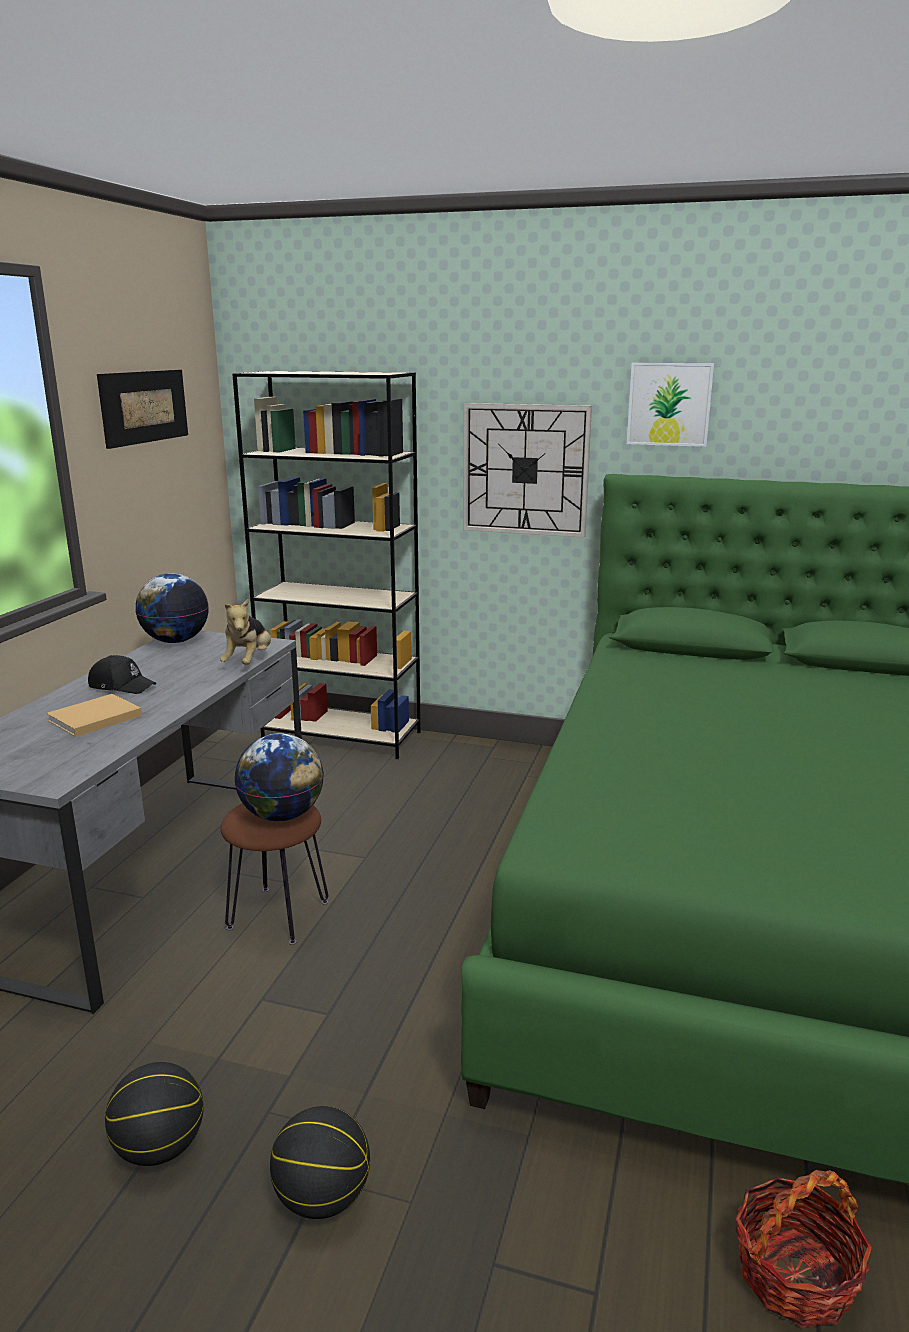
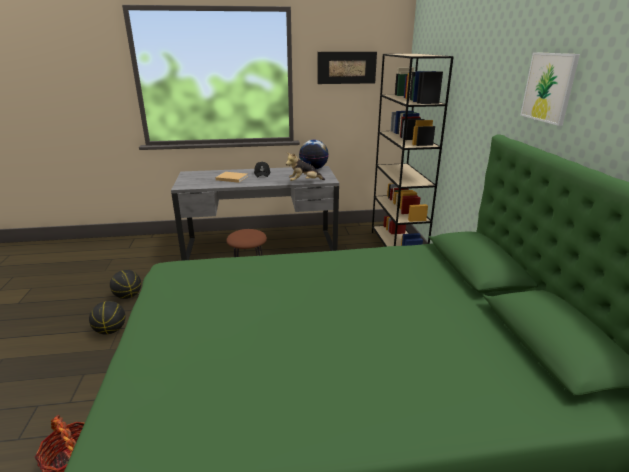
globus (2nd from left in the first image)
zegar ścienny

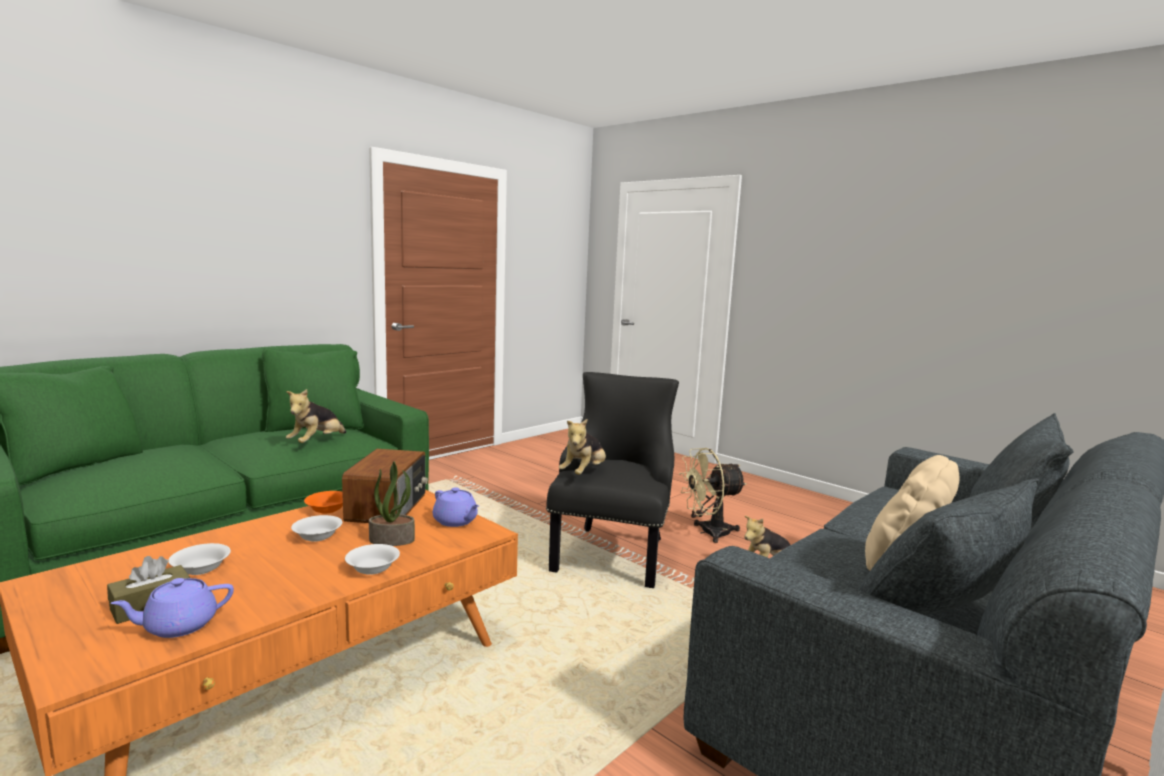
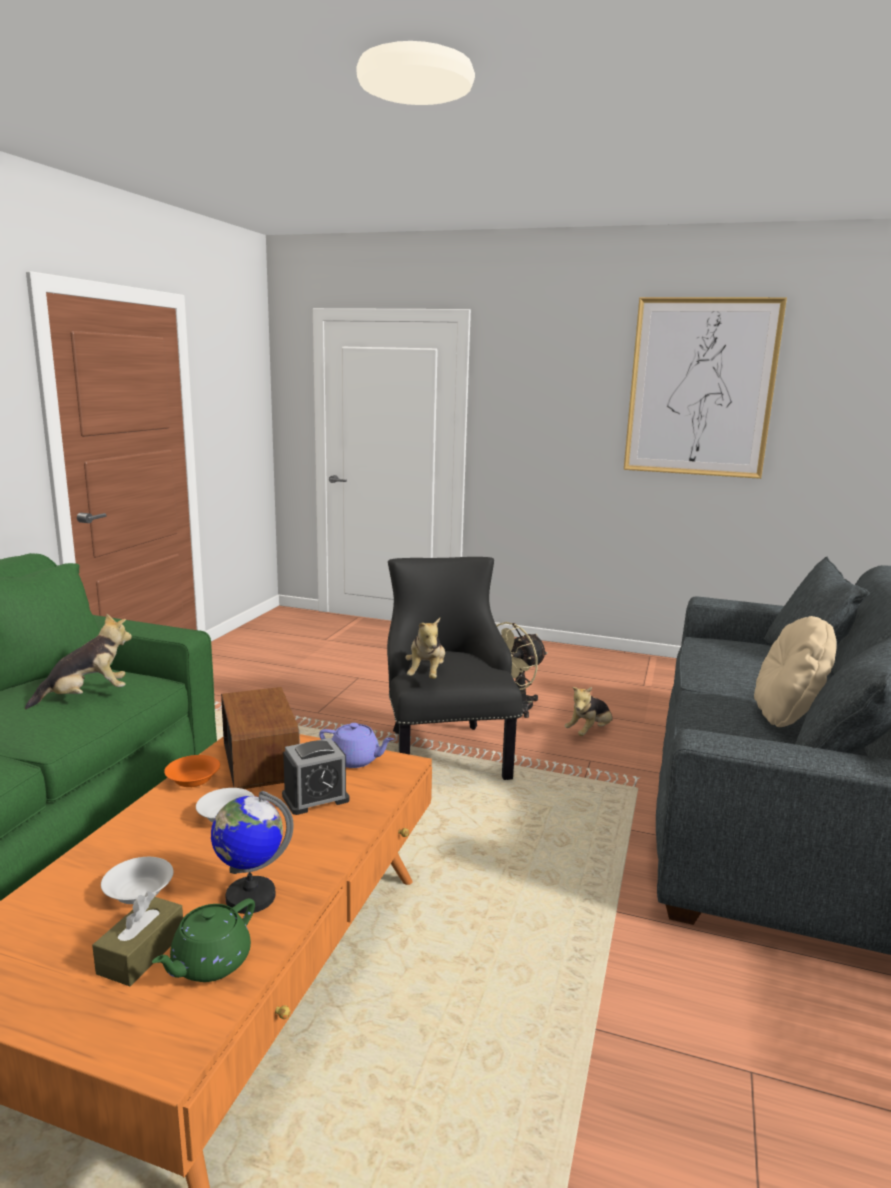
miska (biały) (3rd from left in the first image)
globus
obraz
budzik
imbryk (zielony)
pluszak (1st from left)

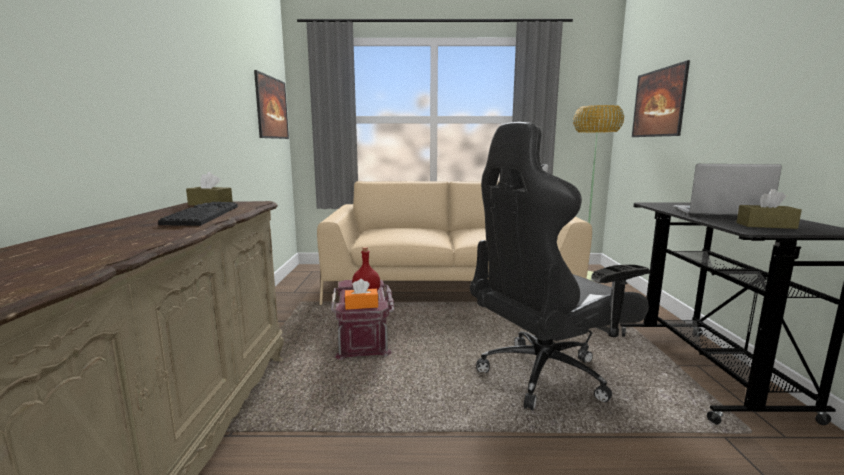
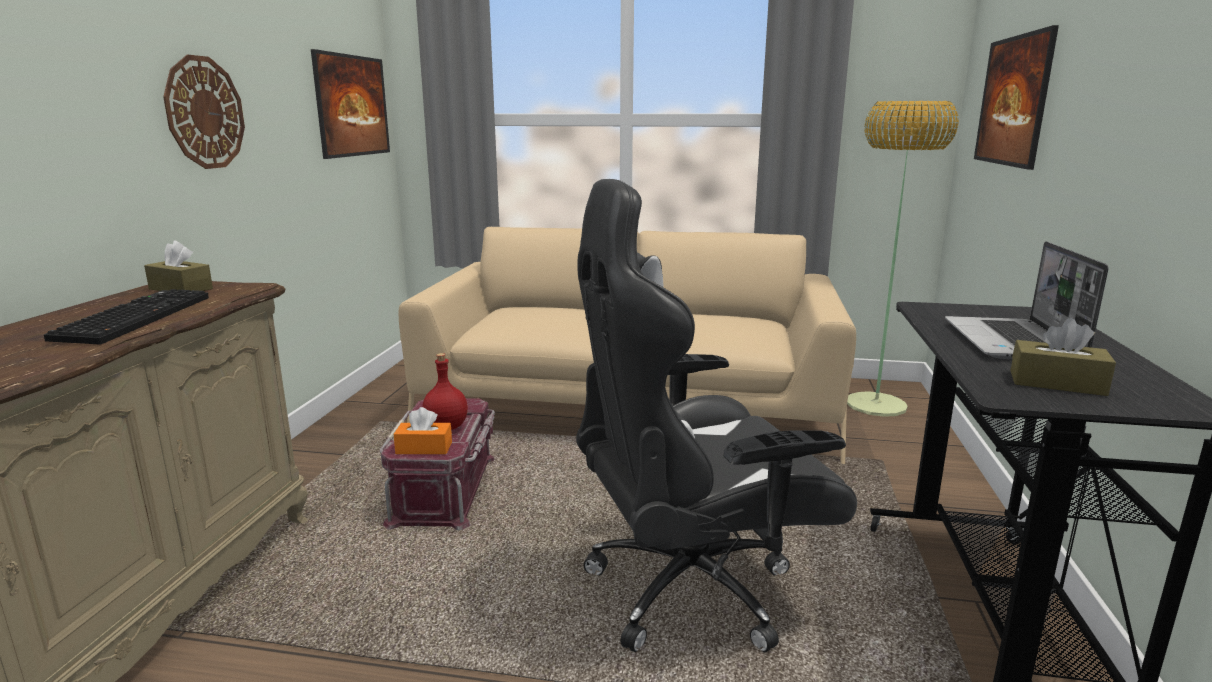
zegar ścienny
laptop

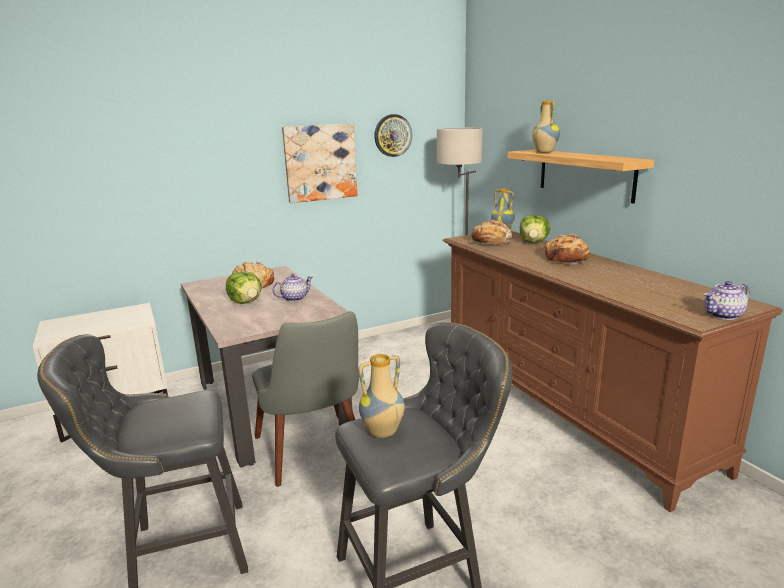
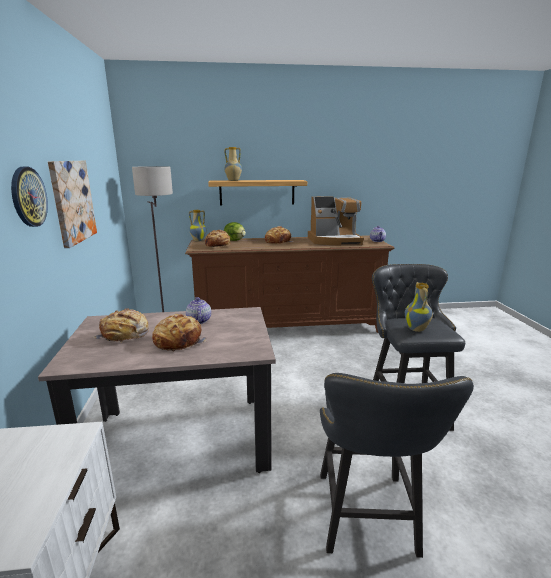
krzesło (szary)
ekspres do kawy
zegar ścienny
chleb (2nd from left)

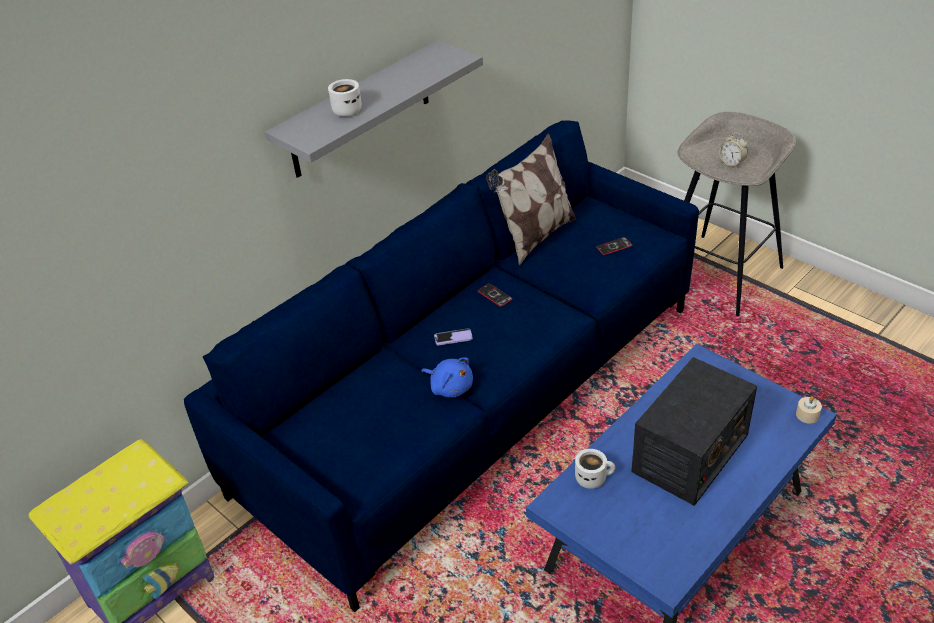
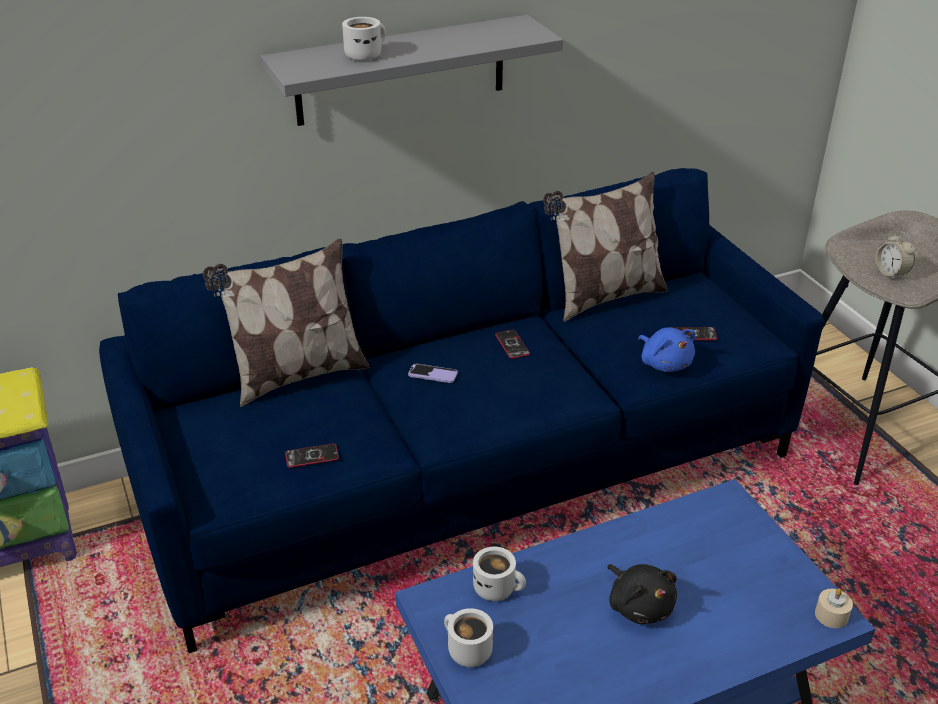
poduszka (1st from left)
telefon (1st from left)
kubek (biały) (2nd from left)
pluszak (niebieski)
pluszak (czarny)

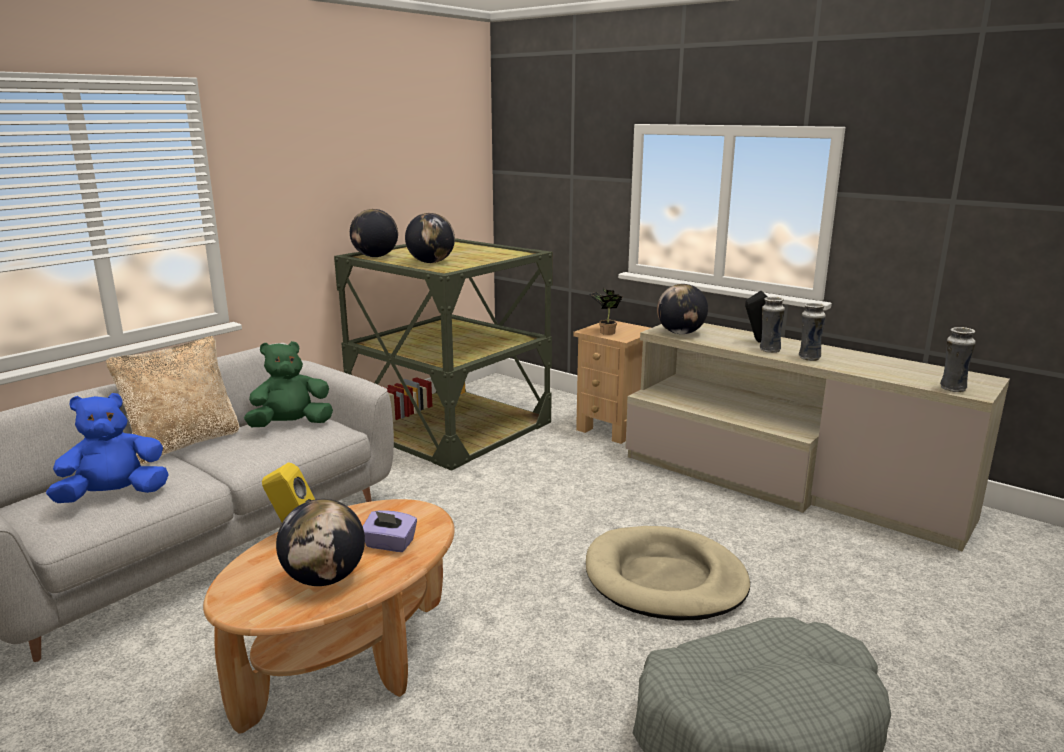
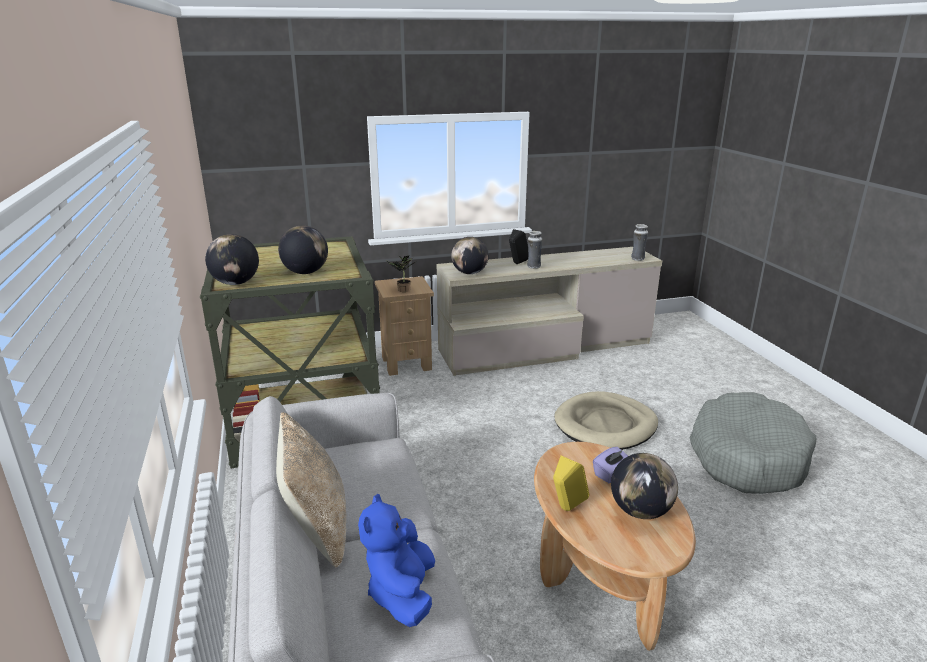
pluszak (zielony)
wazon (2nd from left in the first image)

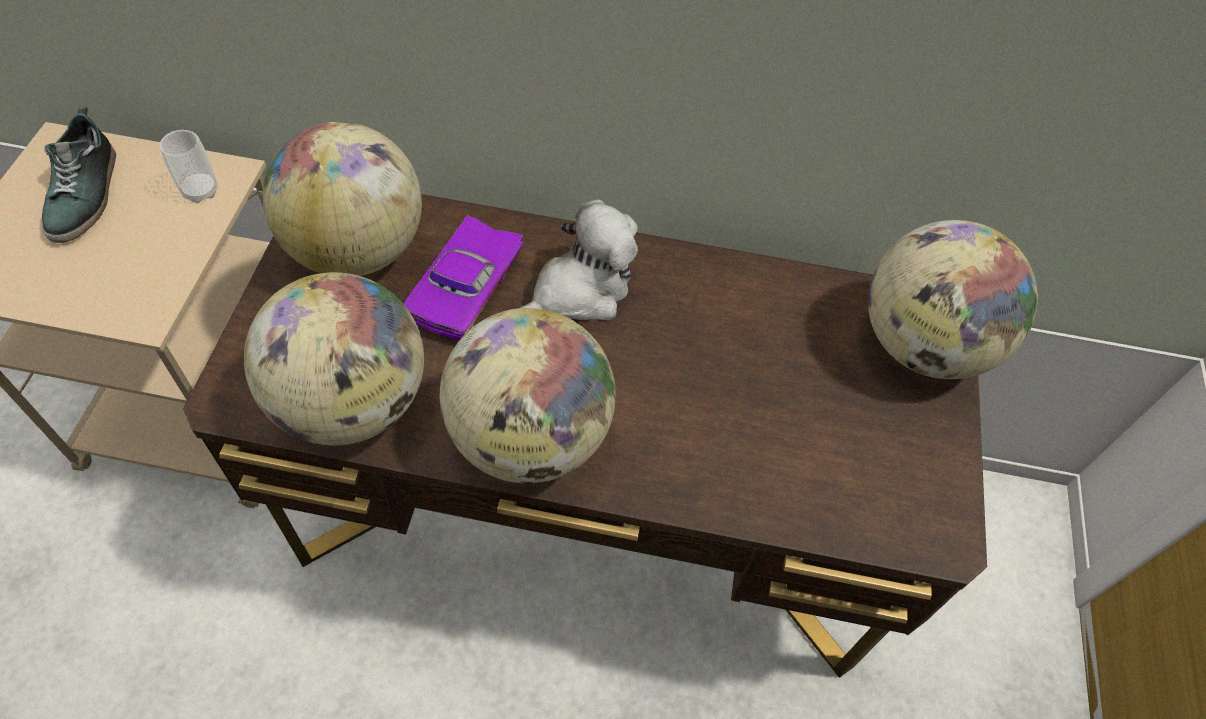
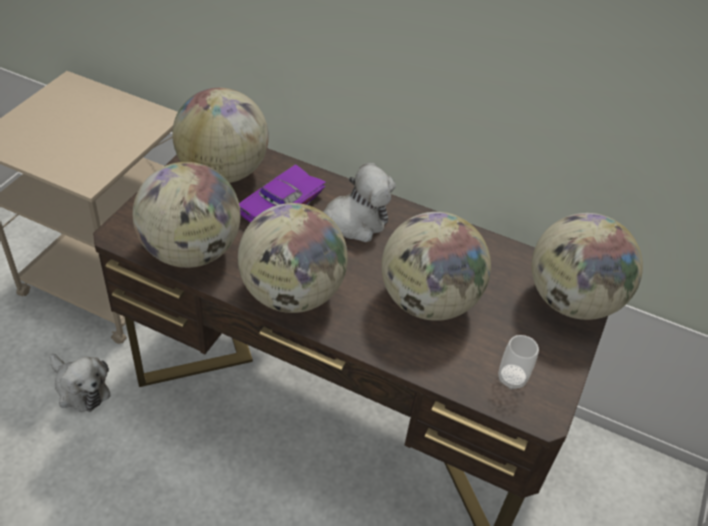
but
pluszak (1st from left)
globus (4th from left)
filiżanka

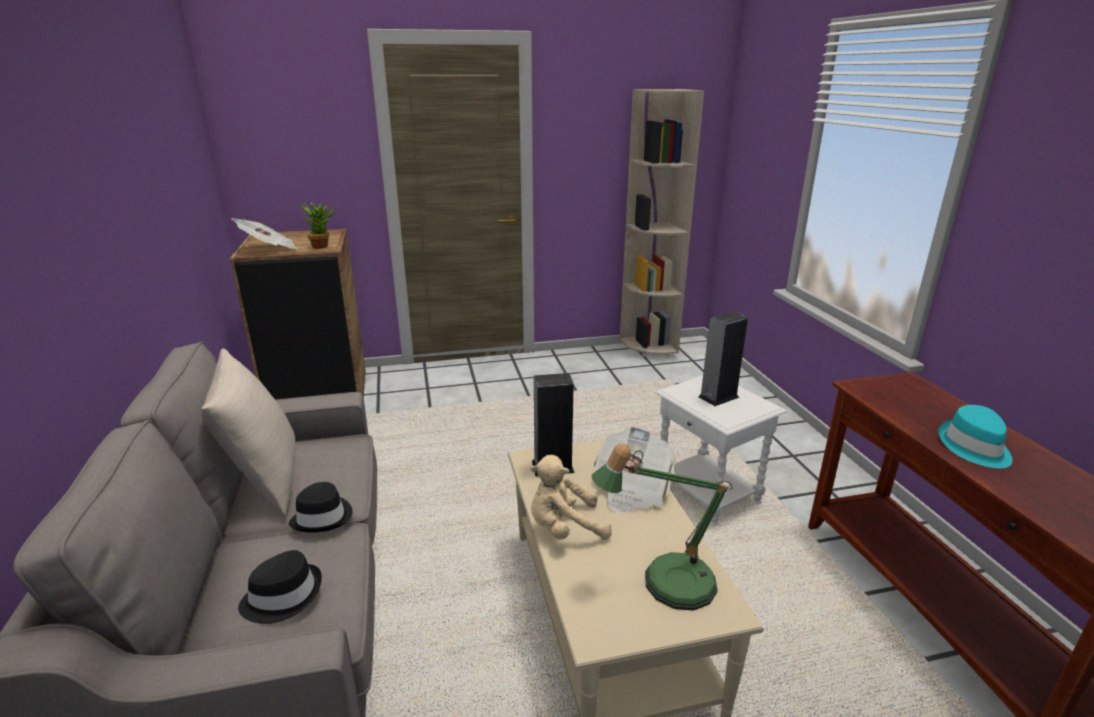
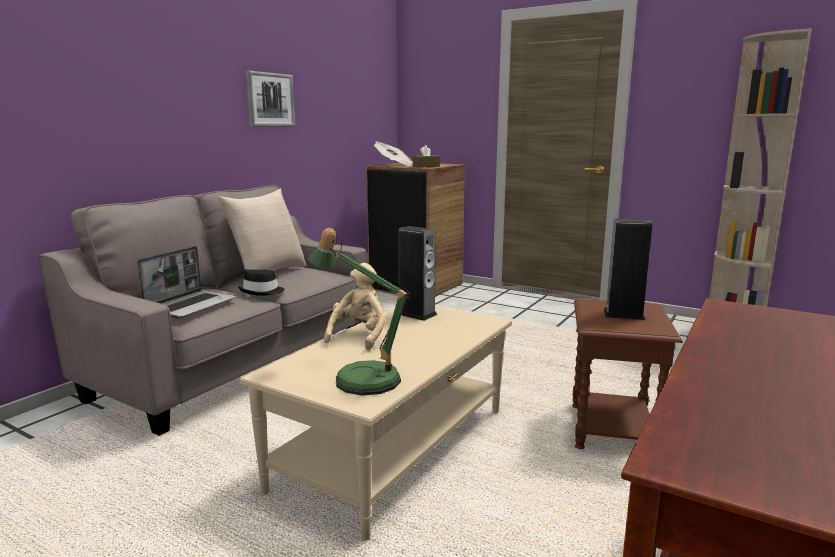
gazeta (2nd from left in the first image)
kapelusz (turkusowy)
obraz
laptop
pudełko chusteczek (brązowy)
stolik (brązowy)
pluszak (beżowy)

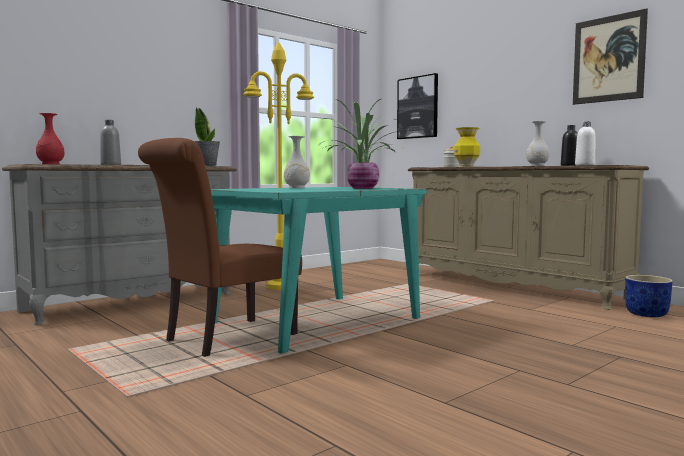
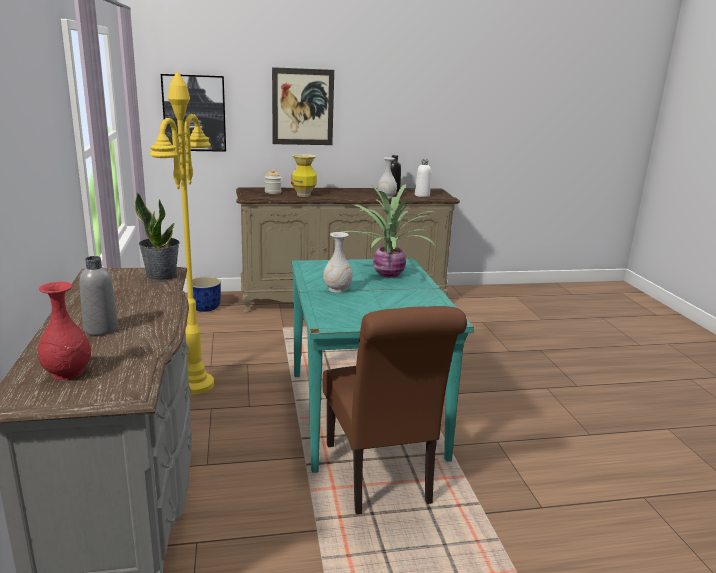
obraz (2nd from left)
donica (niebieski)

